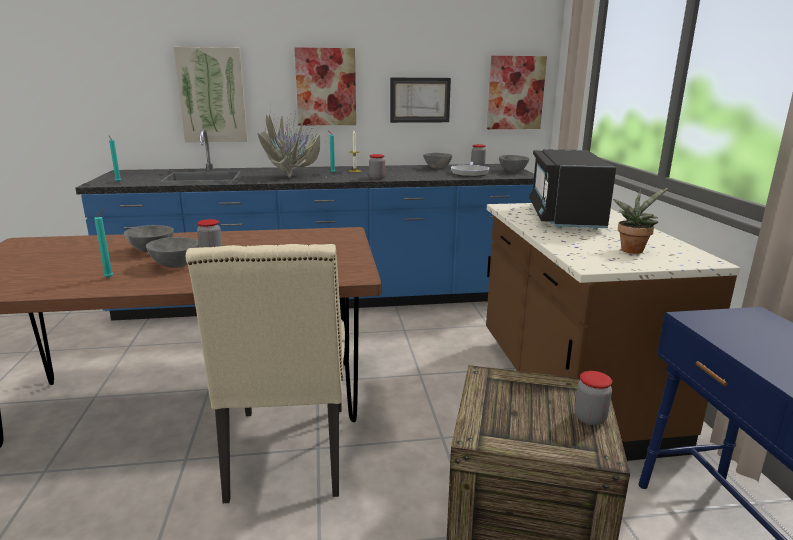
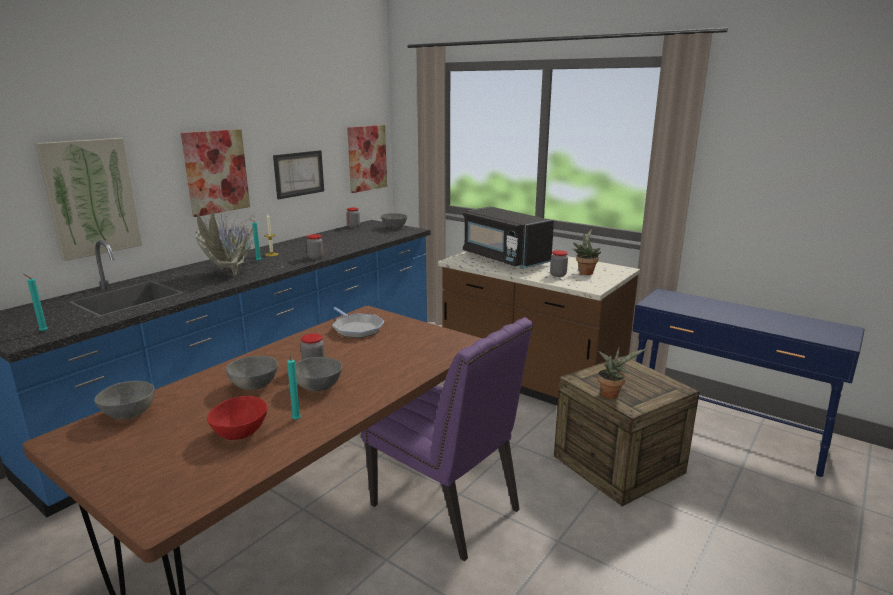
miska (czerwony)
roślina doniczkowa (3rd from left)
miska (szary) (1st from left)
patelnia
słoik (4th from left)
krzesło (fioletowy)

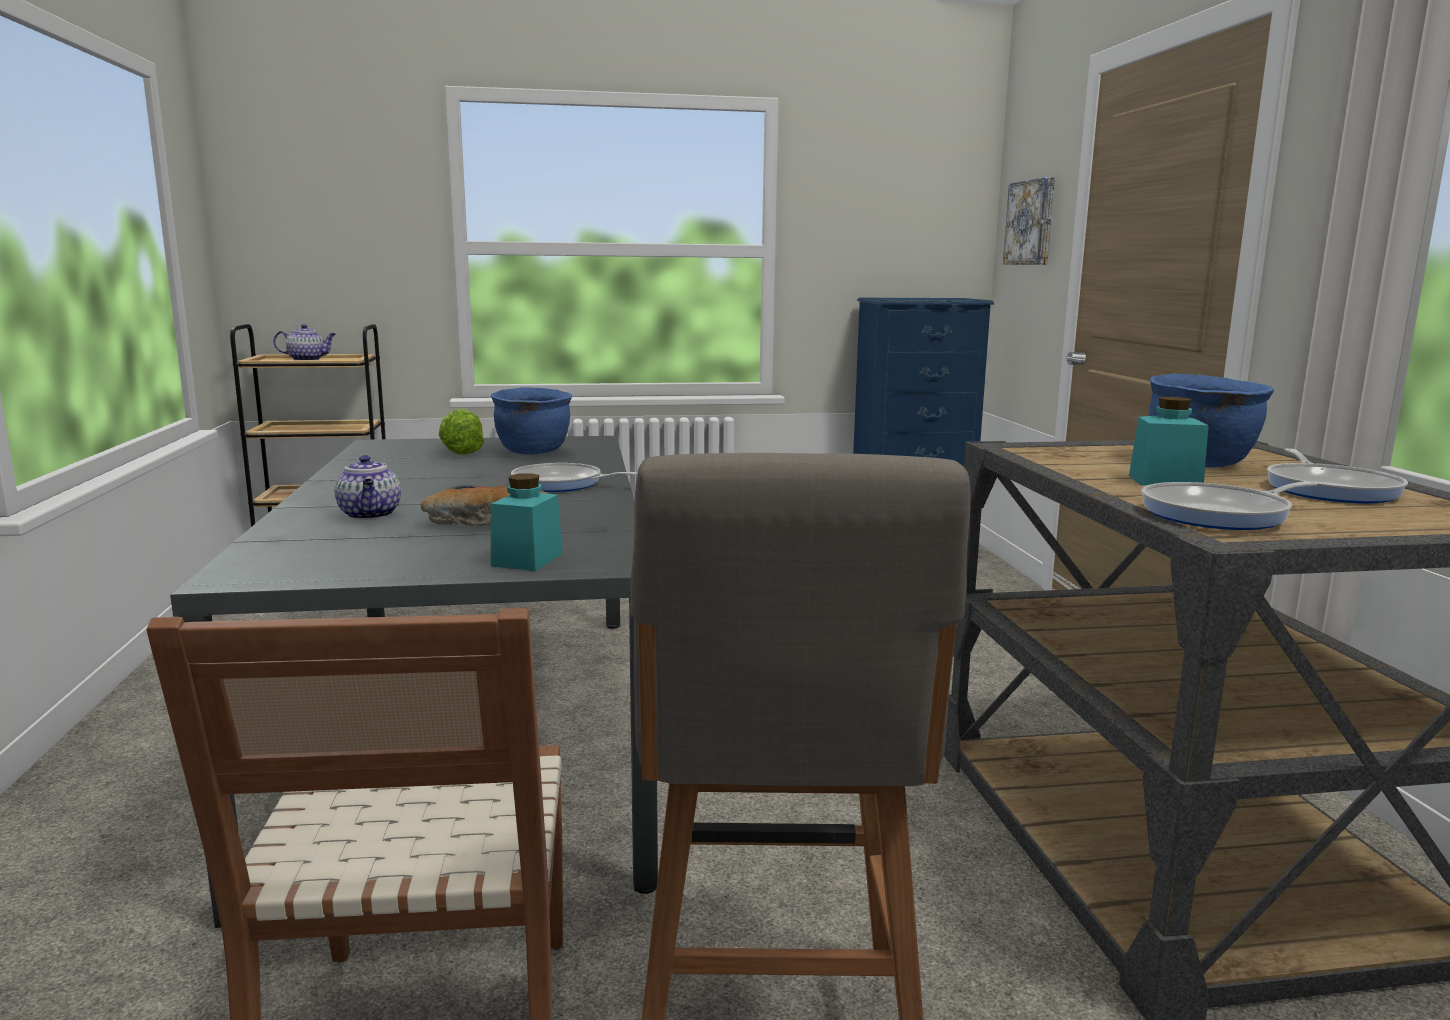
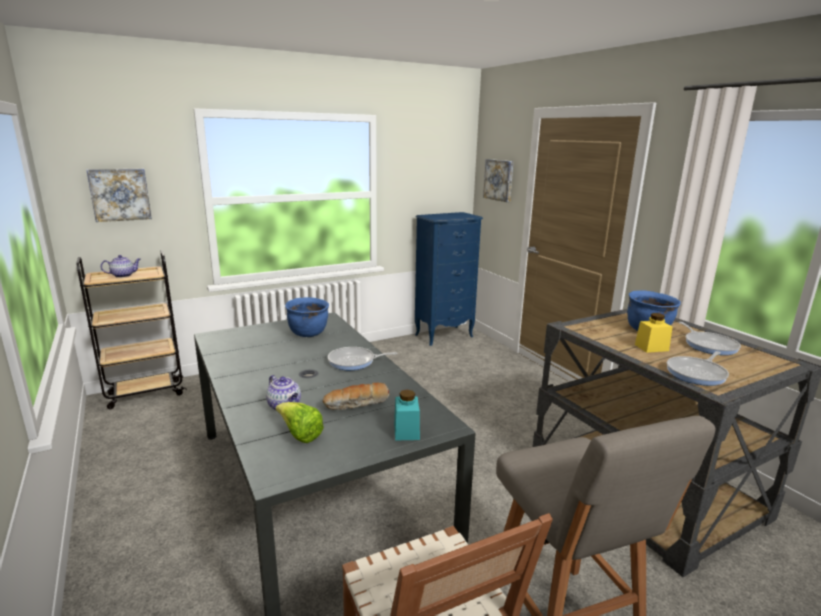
obraz (1st from left)
sałata
słoik (żółty)

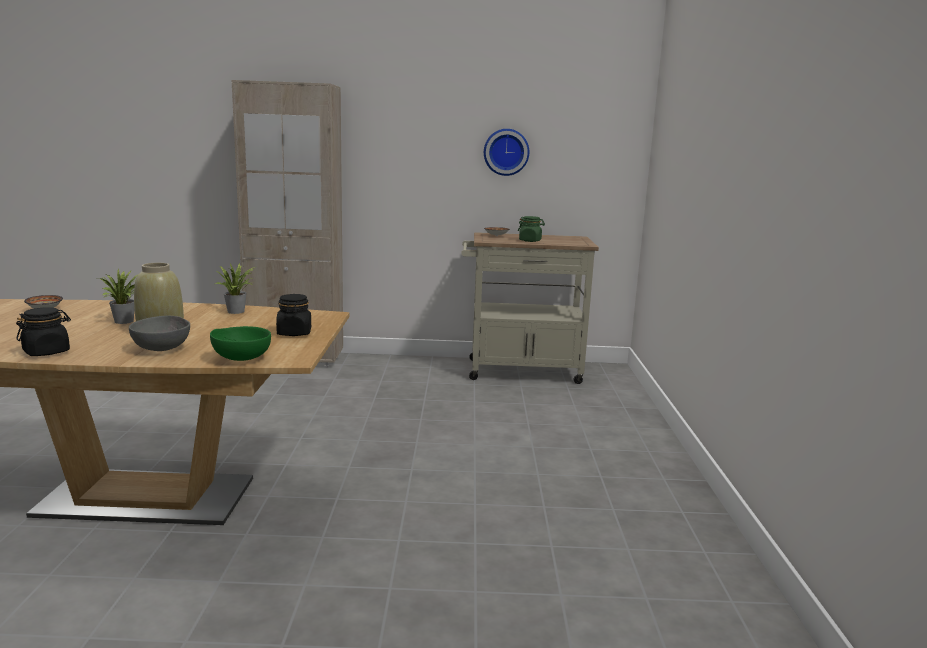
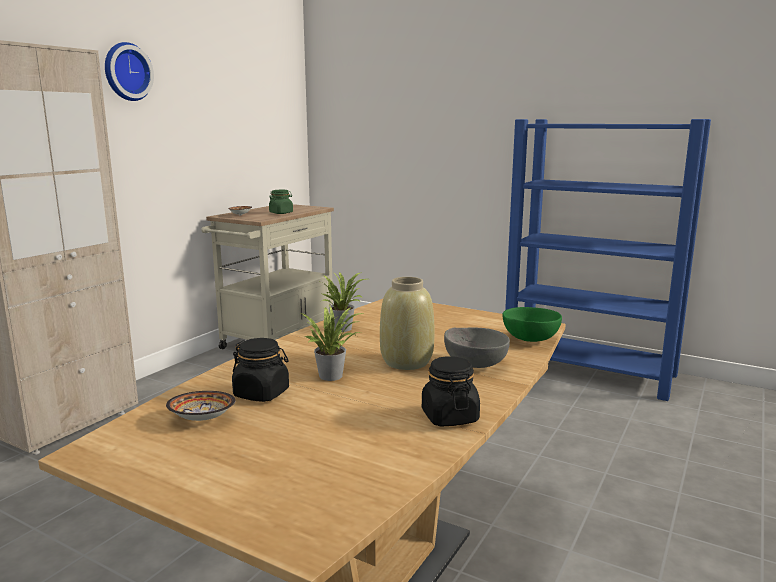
regał (niebieski)
słoik (czarny) (1st from left)
zegar ścienny

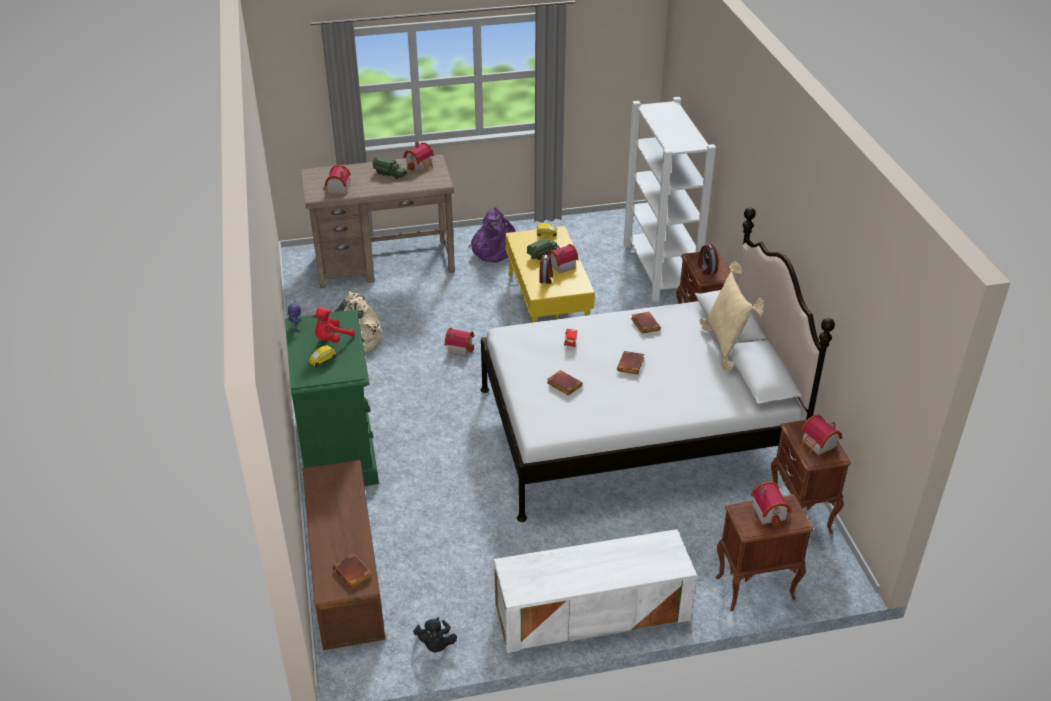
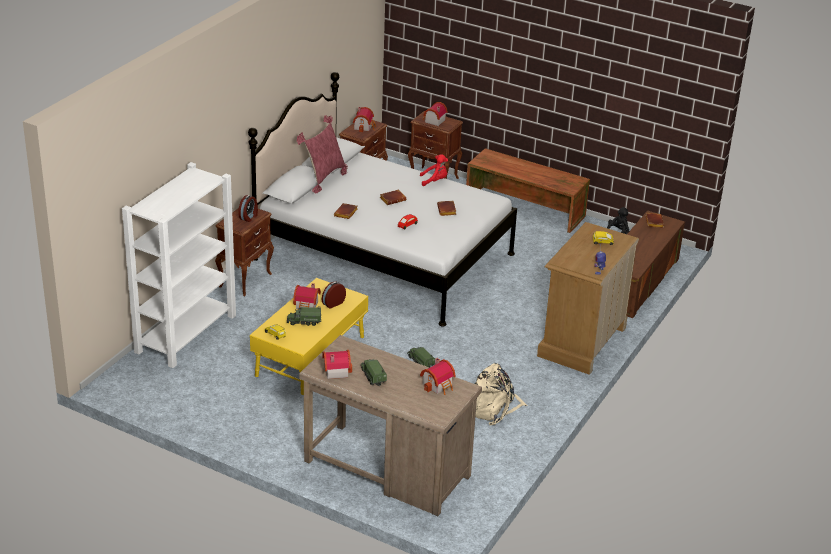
plecak (fioletowy)
pluszak (czerwony)
ciężarówka zabawkowa (3rd from left)
komoda (brązowy)
ławka (brązowy) (1st from left)
poduszka (czerwony)

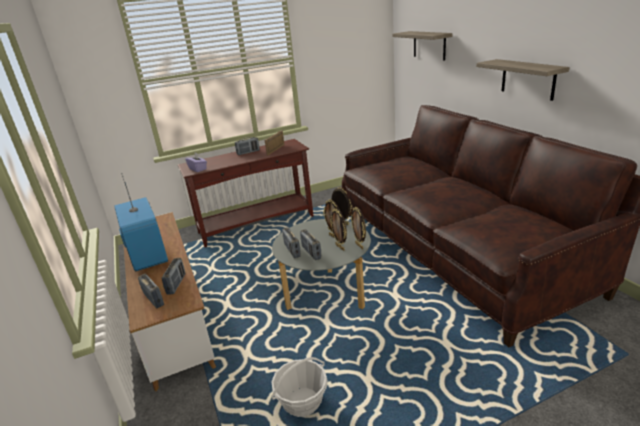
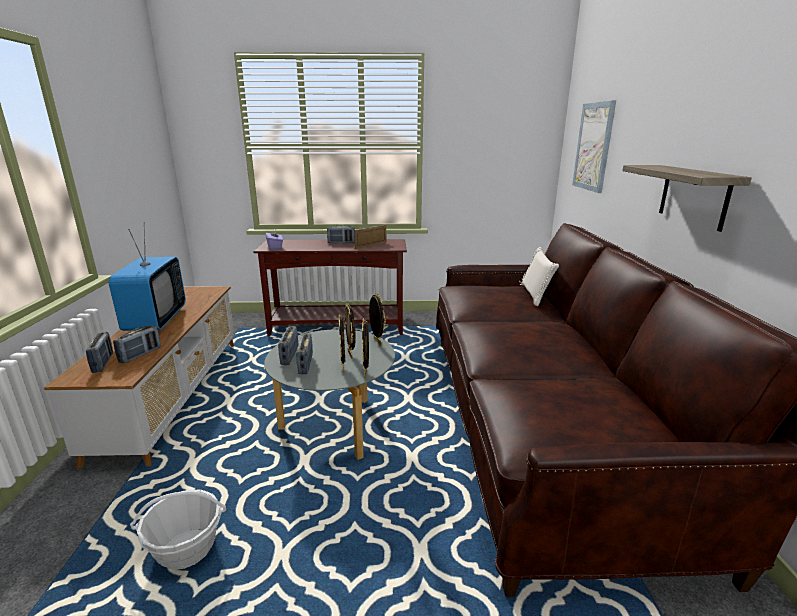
poduszka (biały)
obraz

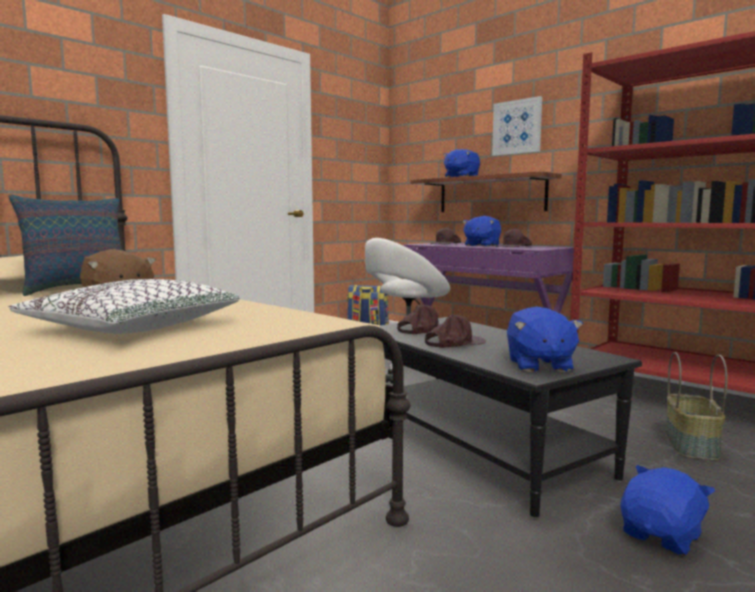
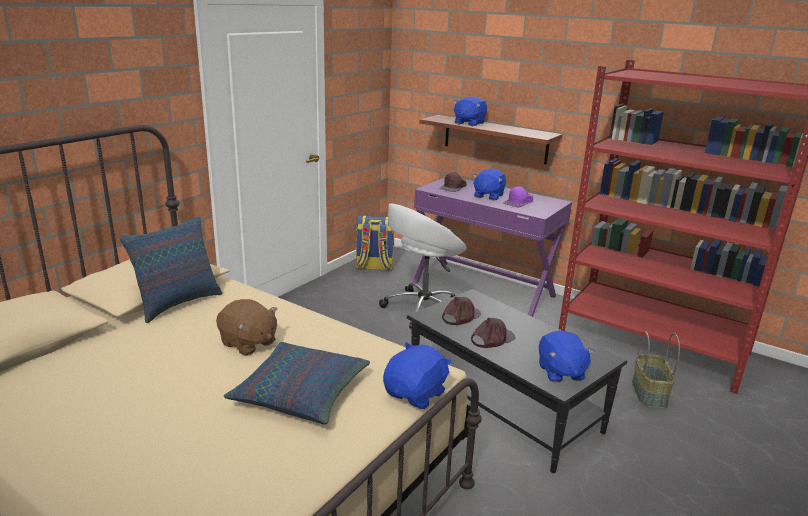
obraz
pluszak (niebieski) (1st from left)
poduszka (niebieski) (2nd from left)
czapka z daszkiem (fioletowy)

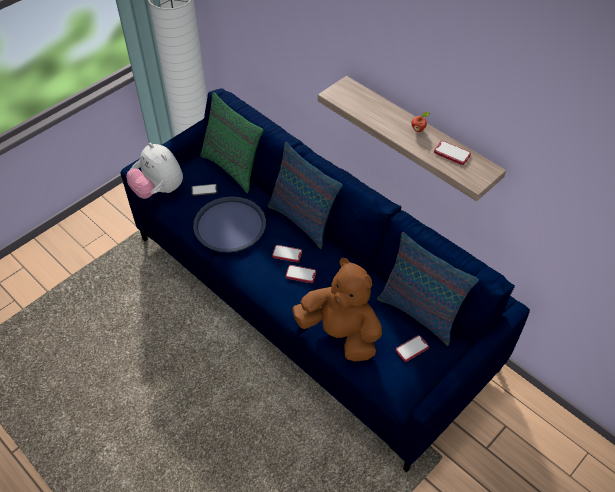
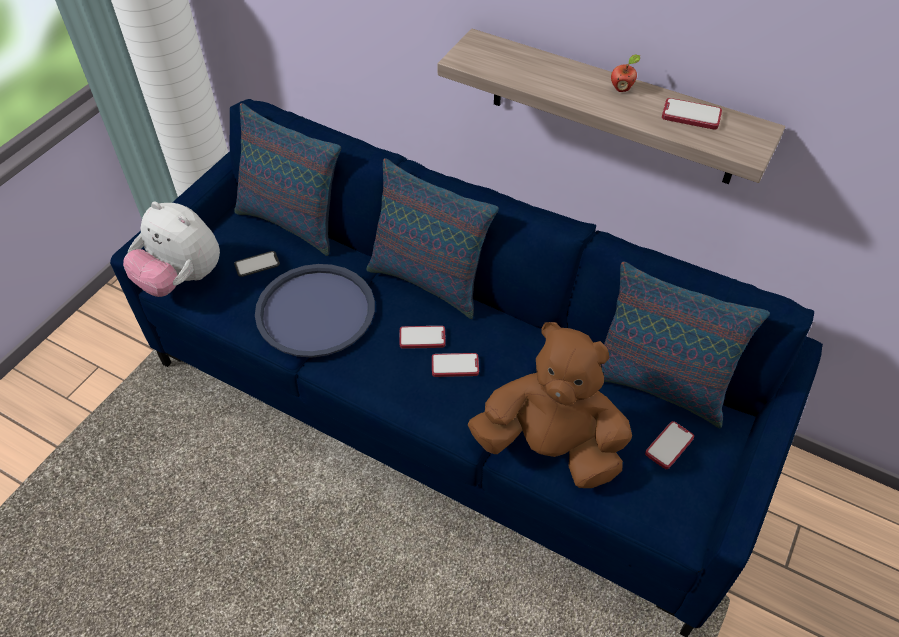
poduszka (niebieski) (1st from left)

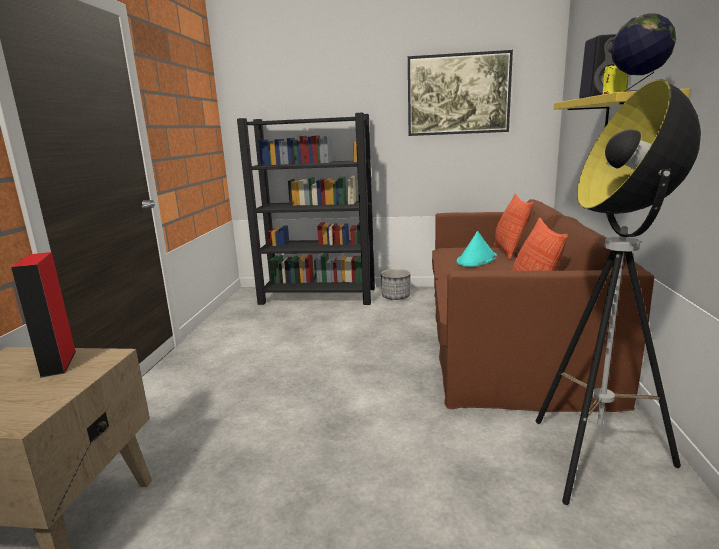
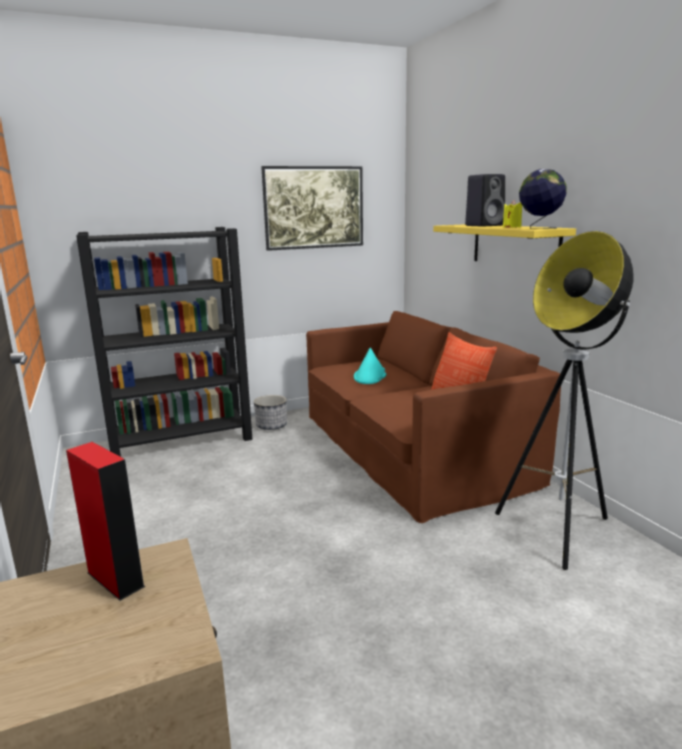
poduszka (pomarańczowy) (1st from left in the first image)

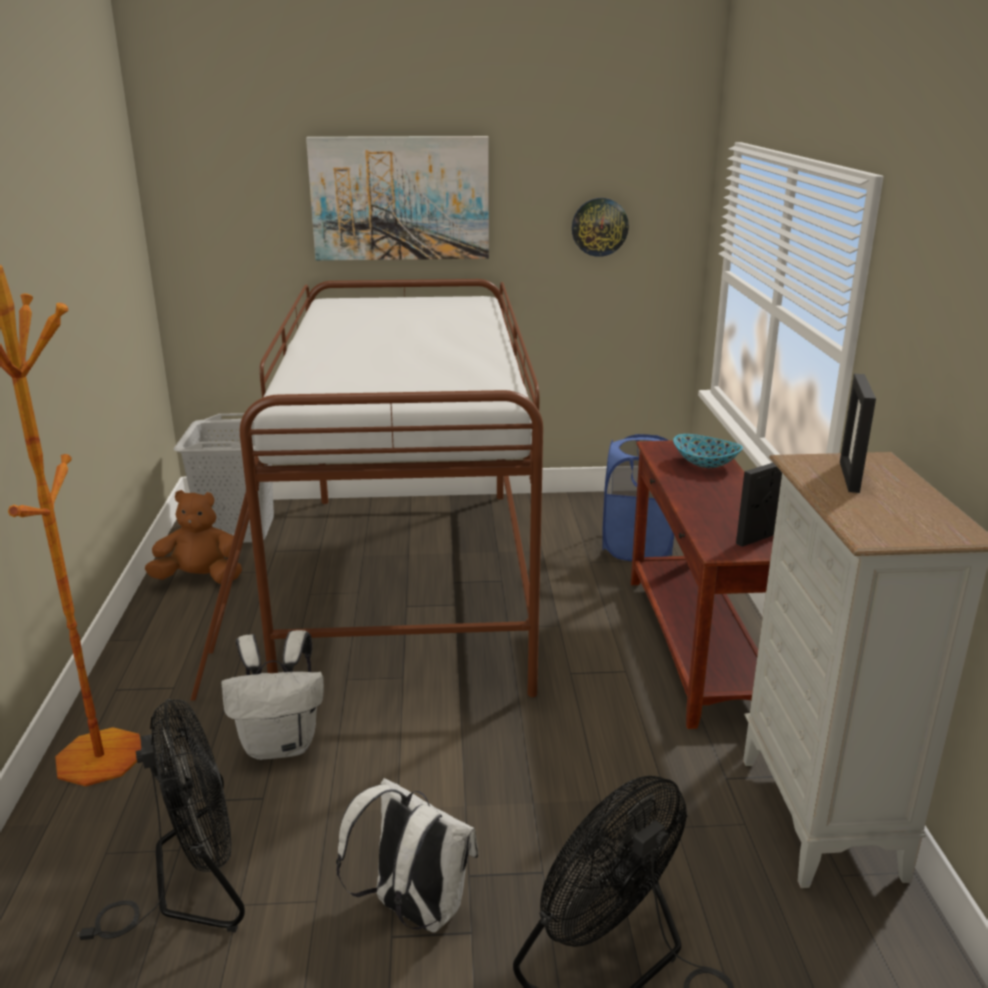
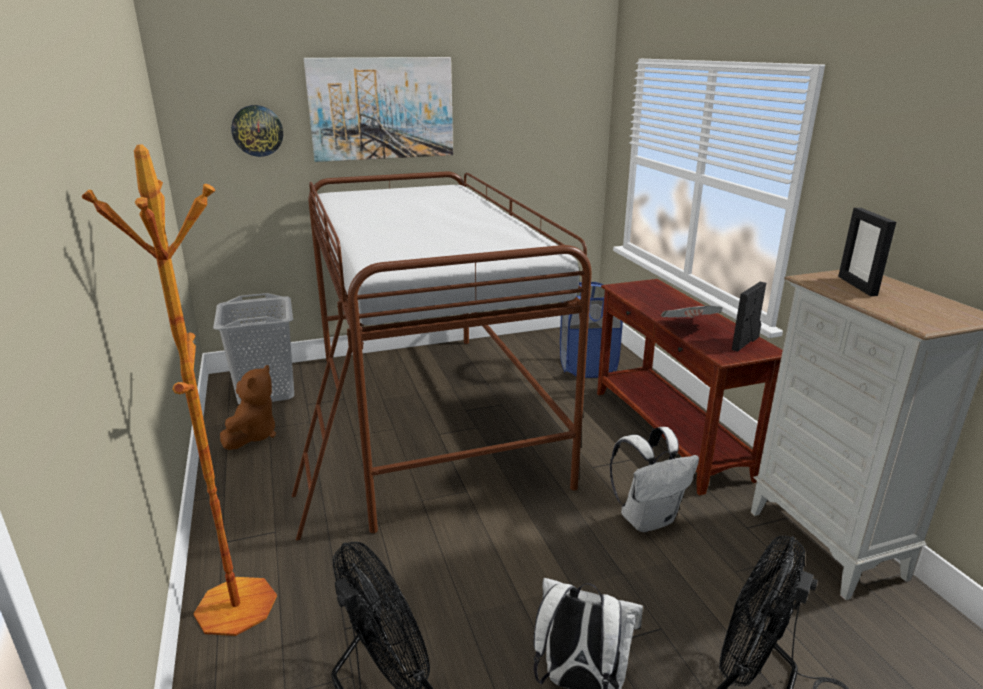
miska
gazeta
plecak (biały) (2nd from left)
zegar ścienny
pluszak (brązowy)

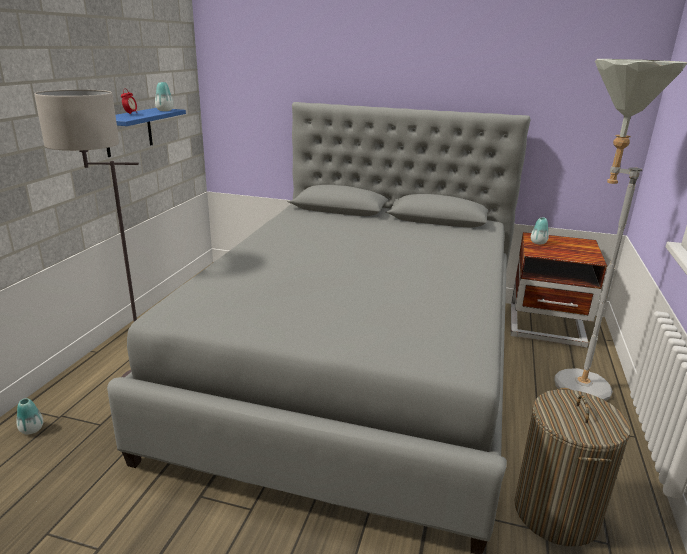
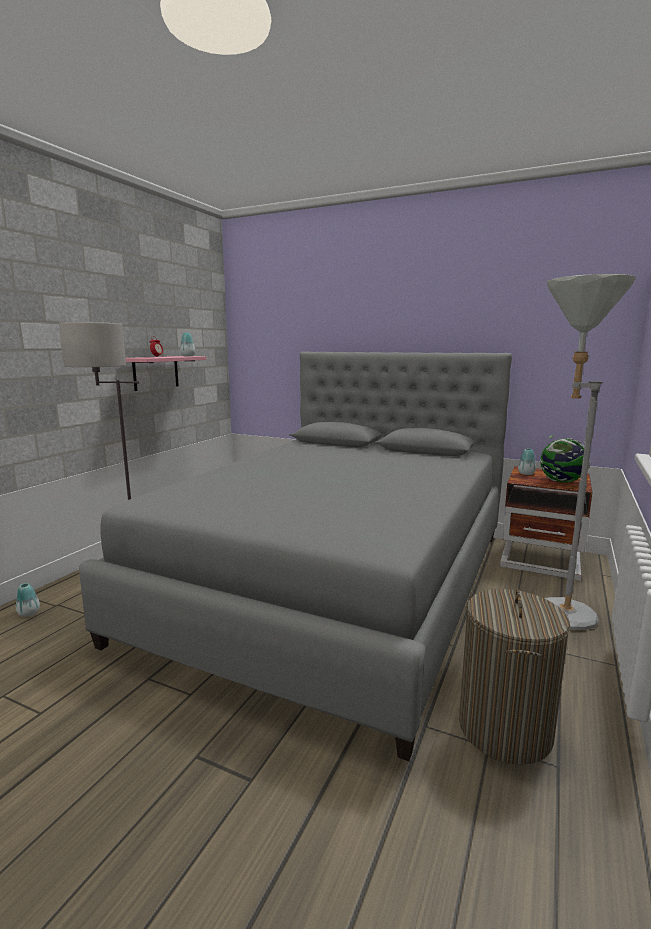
globus
półka (różowy)

